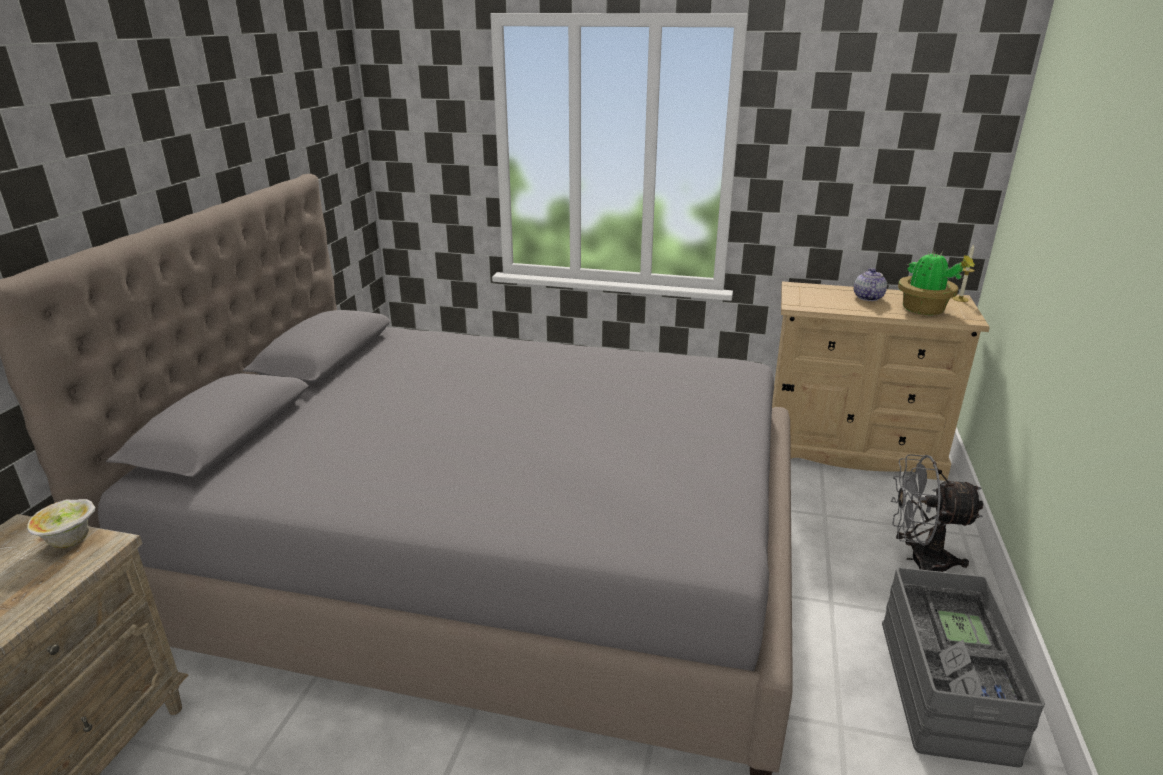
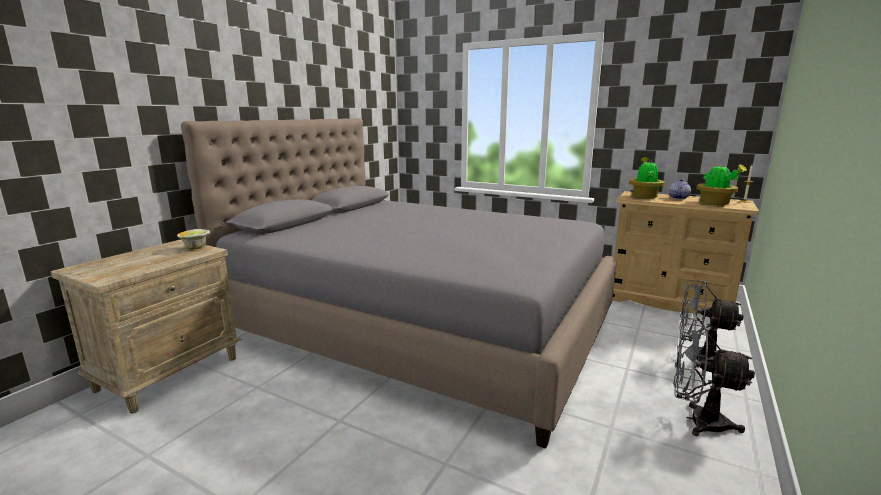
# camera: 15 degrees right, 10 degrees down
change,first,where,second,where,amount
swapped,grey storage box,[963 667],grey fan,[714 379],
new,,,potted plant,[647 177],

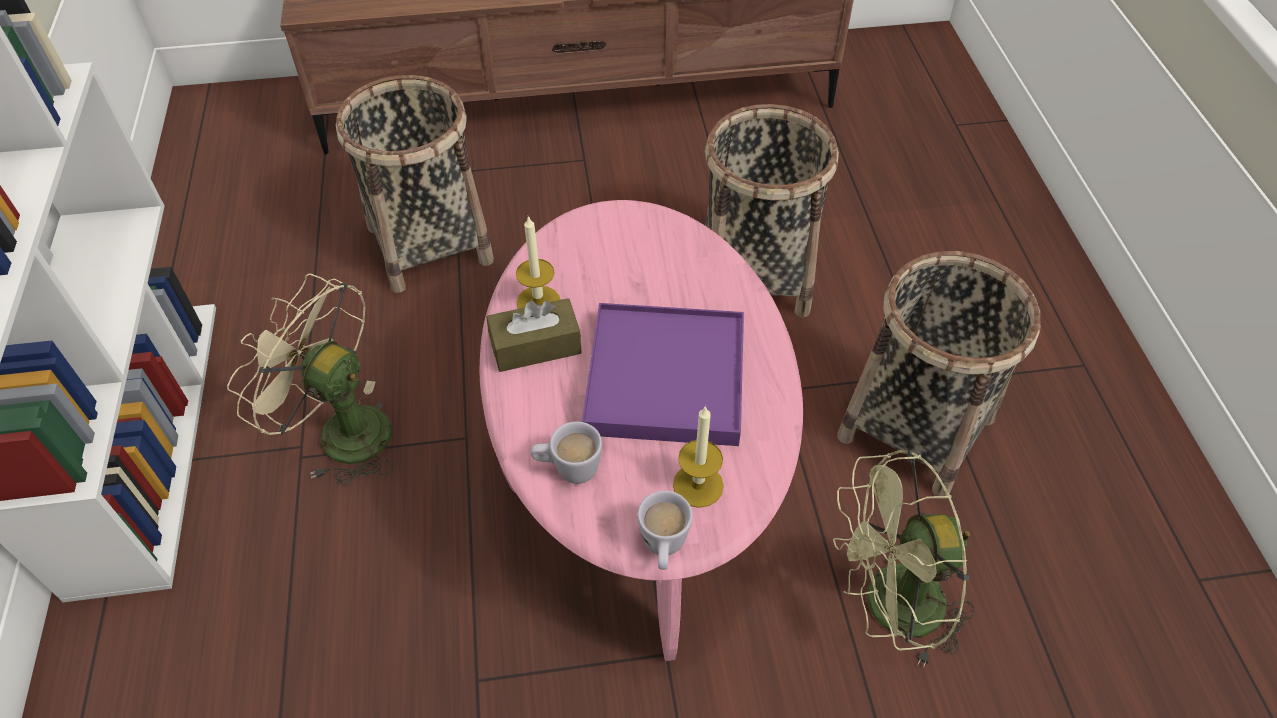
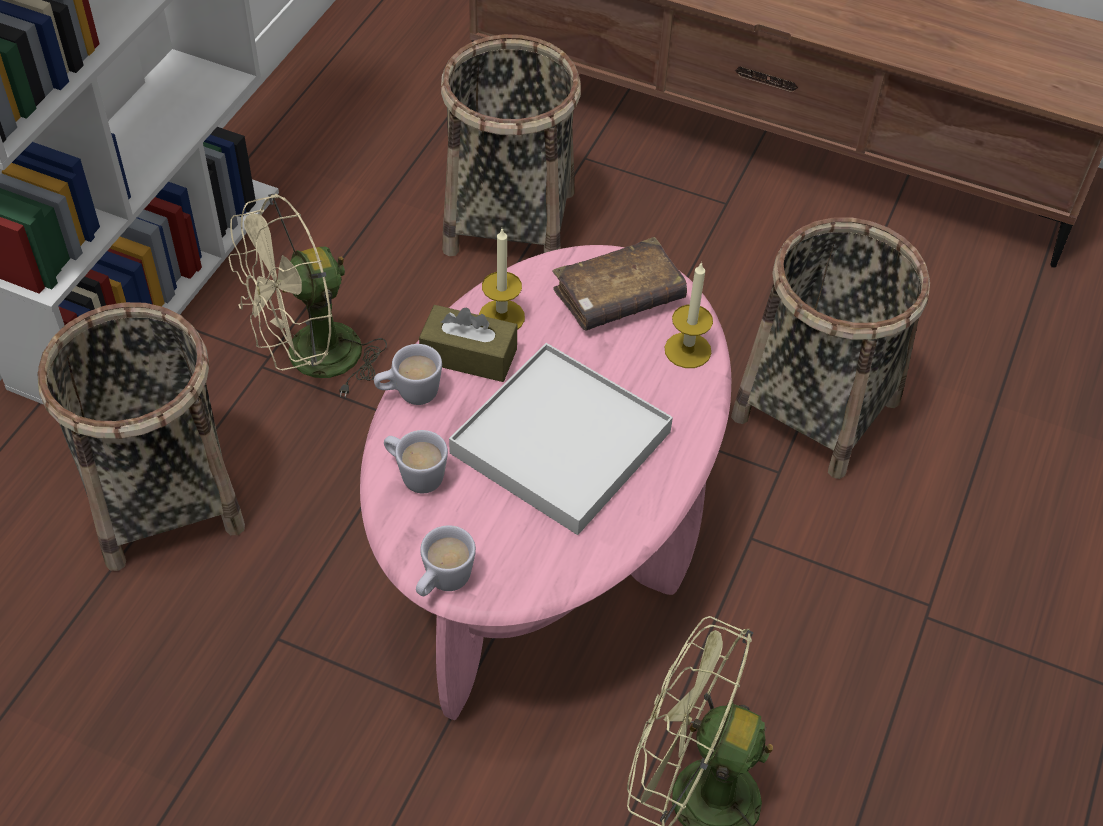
# camera: 30 degrees right, 0 degrees up
change,first,where,second,where,amount
shifted,basket,[938 373],,[141 436],
rotated,beige fan,[310 379],,[307 296],90 degrees counterclockwise
repainted,purple tray,[663 374],white tray,[561 439],
shifted,candle,[698 457],,[689 315],
new,,,brown book,[619 284],
new,,,white mug,[408 374],

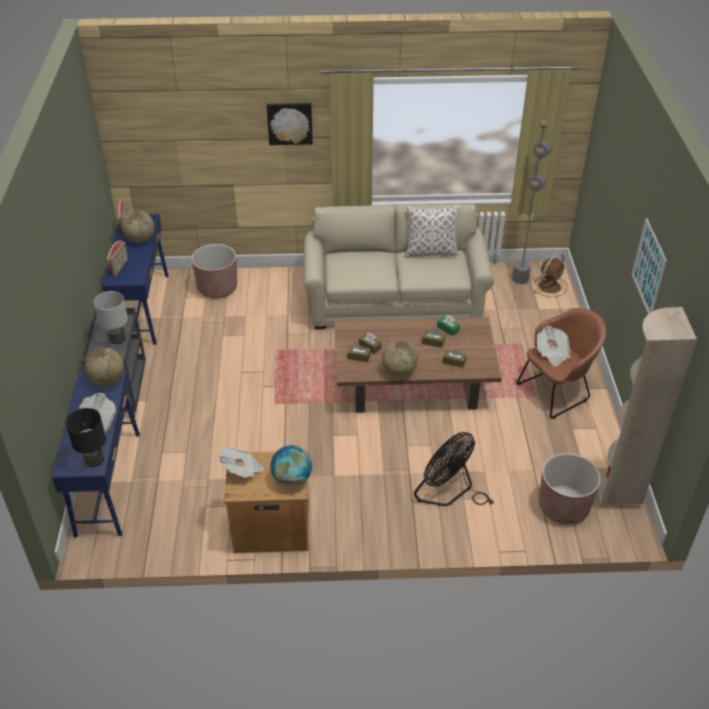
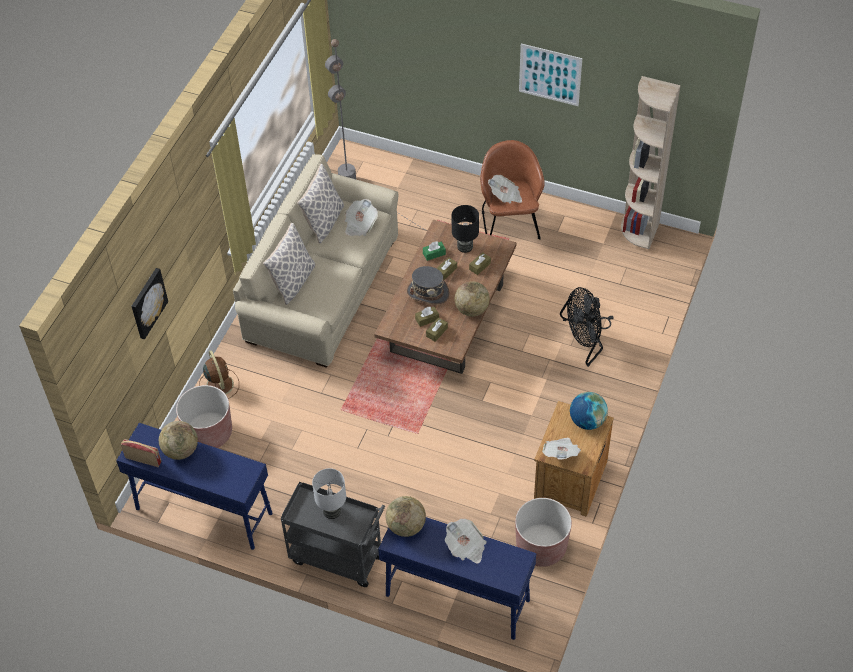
# camera: 65 degrees left, 10 degrees up
change,first,where,second,where,amount
shifted,picture,[290 124],,[150 304],
gone,radio,[117 259],,,
shifted,brown fan,[551 275],,[219 374],
shifted,black table lamp,[86 437],,[465 229],
shifted,brown planter,[570 488],,[543 532],
new,,,newspaper,[361 217],
new,,,pillow,[289 263],
new,,,grey hat,[428 285],

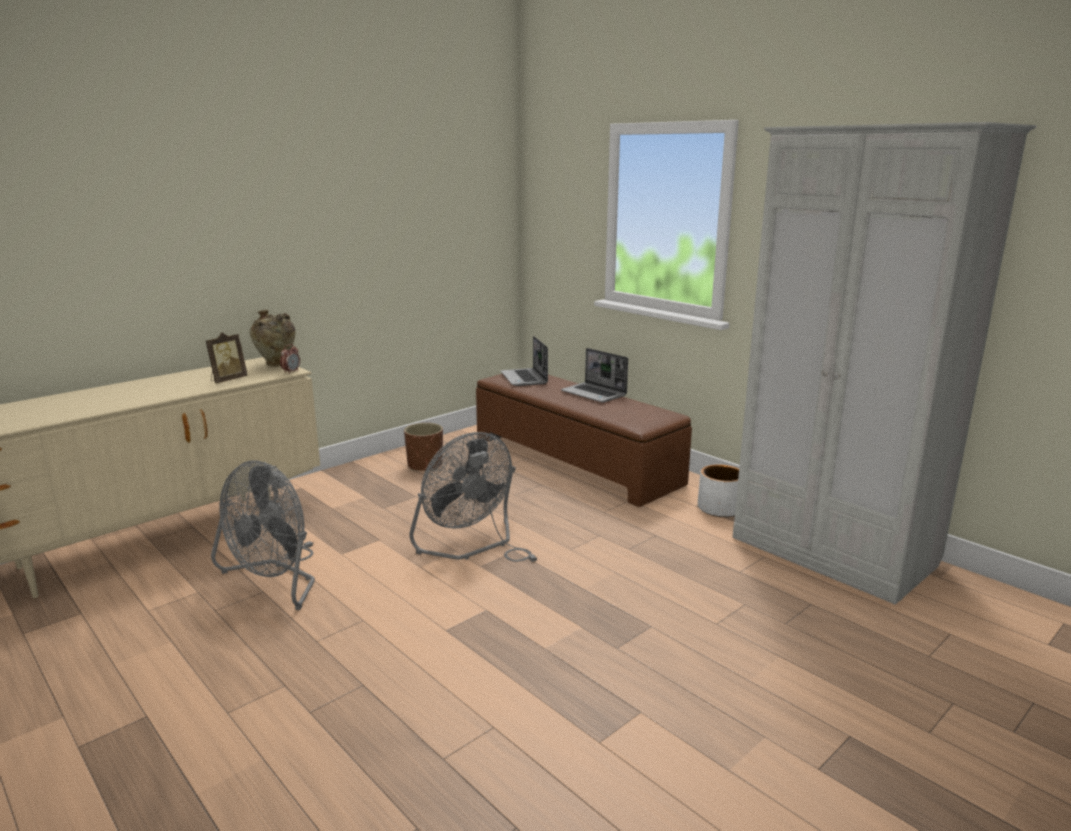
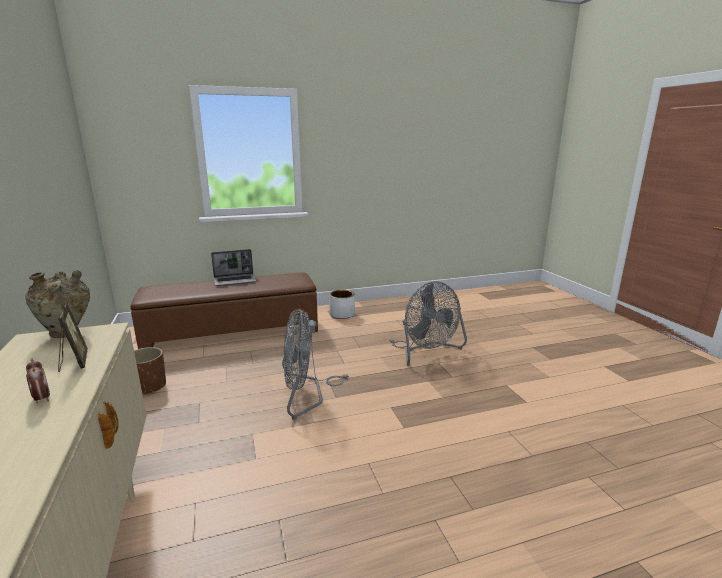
# camera: 65 degrees left, 0 degrees up
change,first,where,second,where,amount
gone,white wardrobe,[884 363],,,
gone,laptop,[524 361],,,
shifted,alarm clock,[290 359],,[38 381],
shifted,grey fan,[263 535],,[428 323],

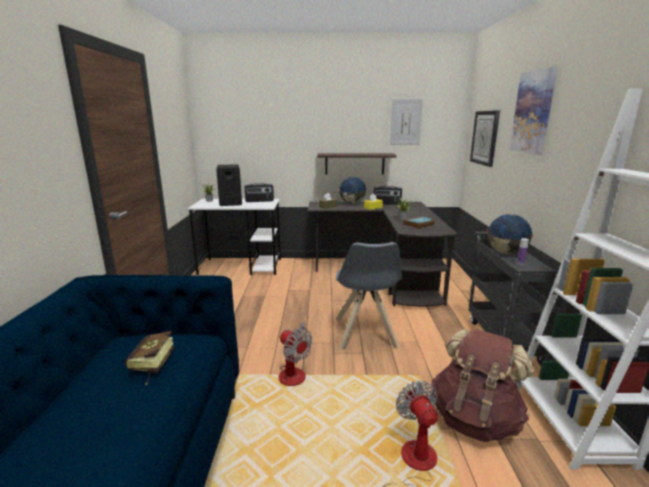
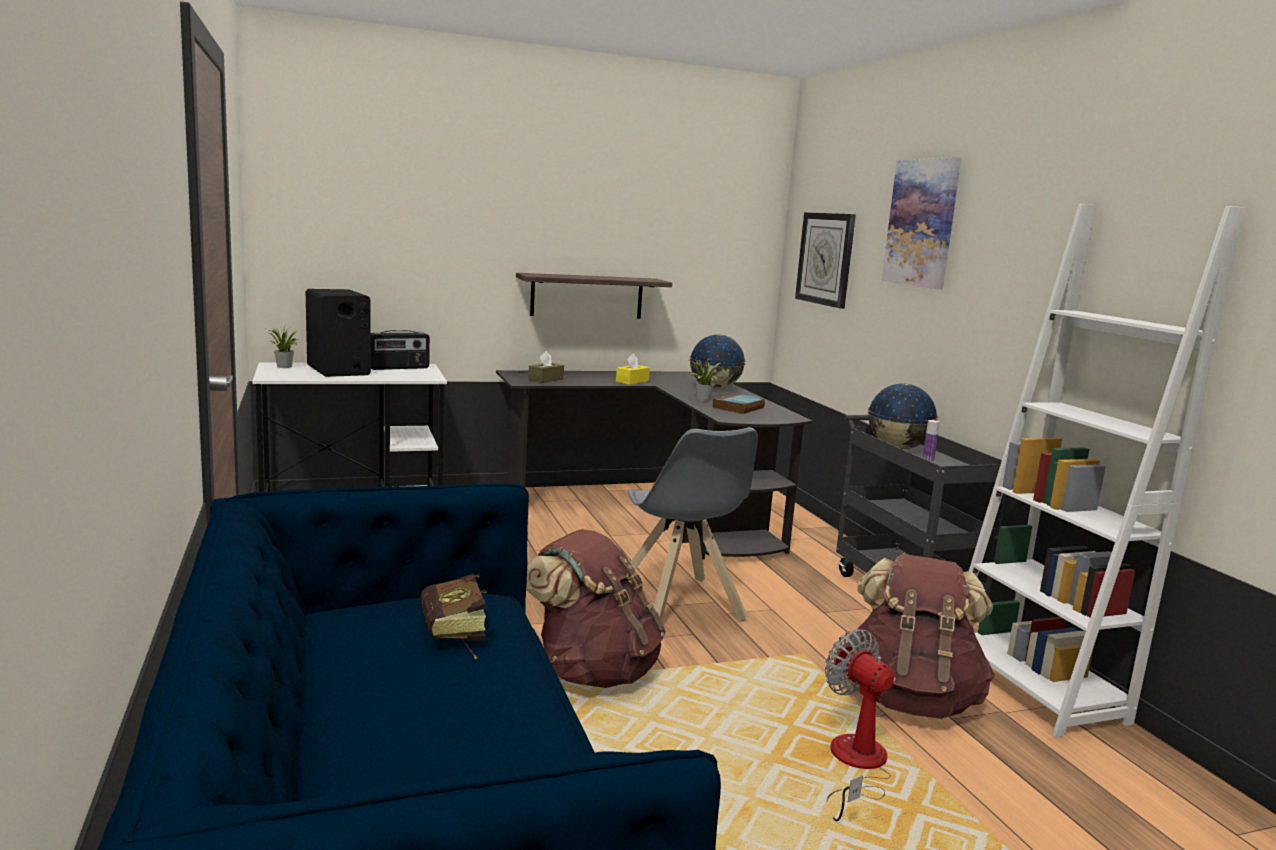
# camera: 20 degrees left, 5 degrees down
change,first,where,second,where,amount
gone,picture,[406 122],,,
shifted,globe,[353 190],,[717 362],
gone,radio,[388 195],,,
swapped,fan,[295 353],brown backpack,[596 608],

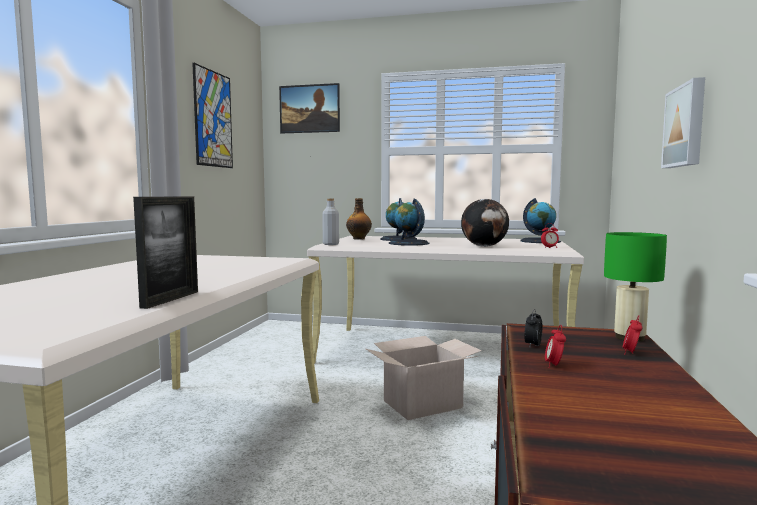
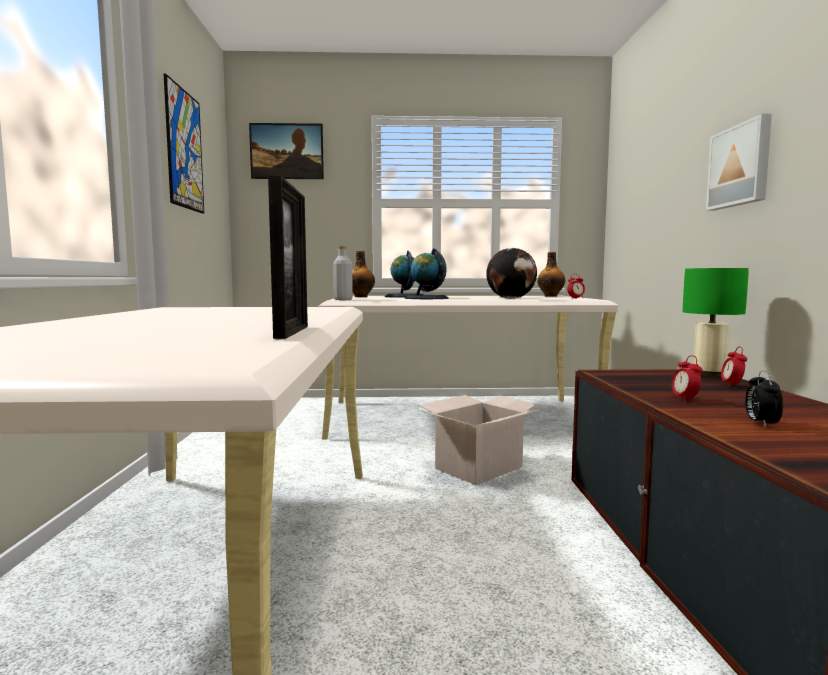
# camera: 15 degrees left, 0 degrees up
change,first,where,second,where,amount
swapped,globe,[540 220],bottle,[551 274],
shifted,alarm clock,[533 328],,[764 399],

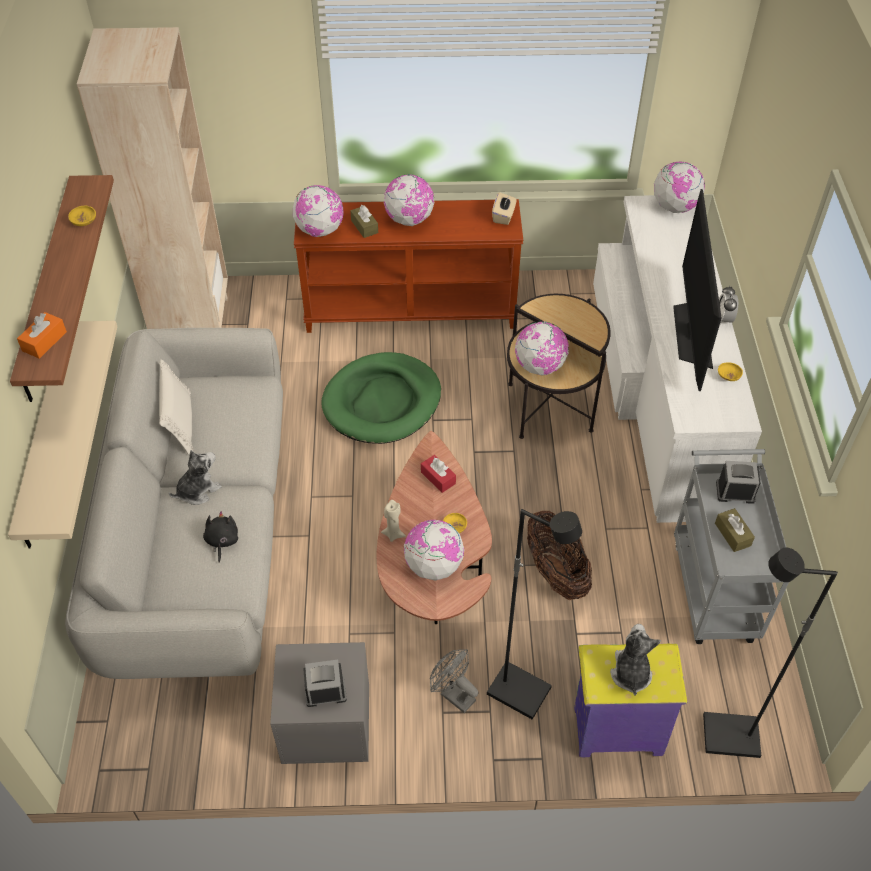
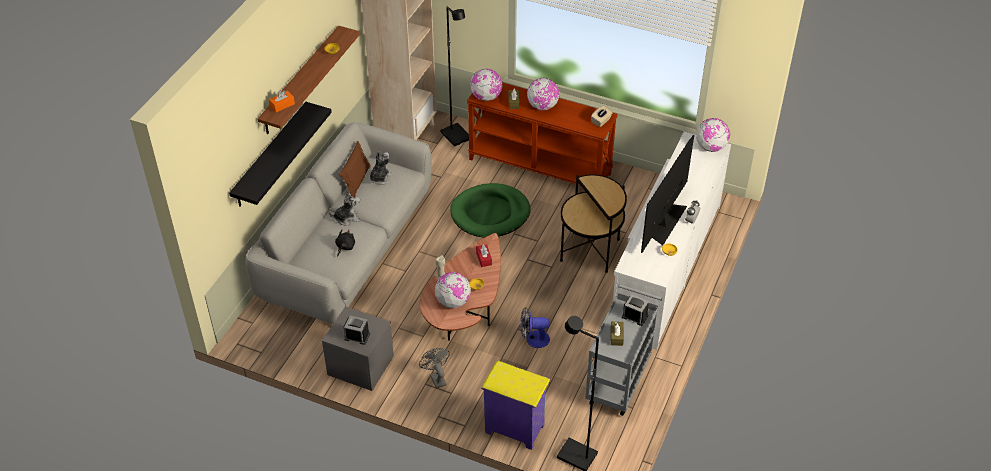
# camera: 25 degrees right, 5 degrees down
change,first,where,second,where,amount
repainted,beige shelf,[62 434],black shelf,[280 154],
gone,globe,[542 348],,,
repainted,white pillow,[176 407],brown pillow,[355 169],
shifted,black floor lamp,[534 614],,[455 76],
swapped,basket,[559 555],fan,[535 327],
shifted,plush toy,[635 660],,[381 168],

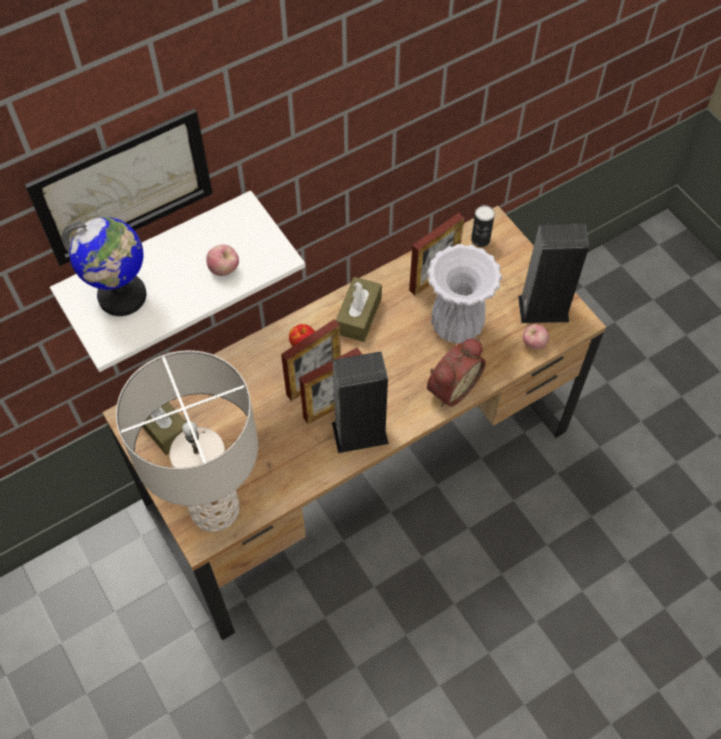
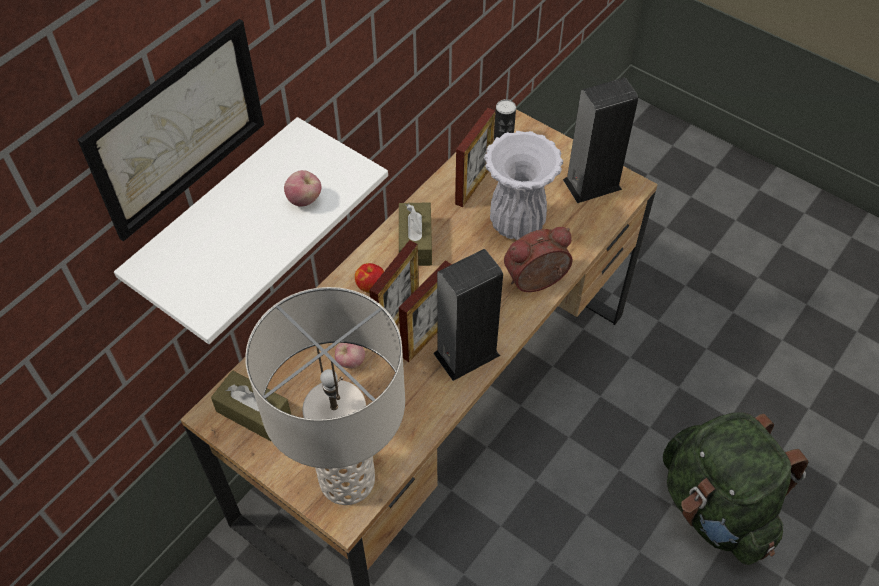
# camera: 20 degrees left, 5 degrees down
change,first,where,second,where,amount
gone,globe,[104 266],,,
shifted,apple,[536 337],,[350 355],
rotated,alarm clock,[456 372],,[538 259],135 degrees counterclockwise
new,,,green backpack,[736 488],

